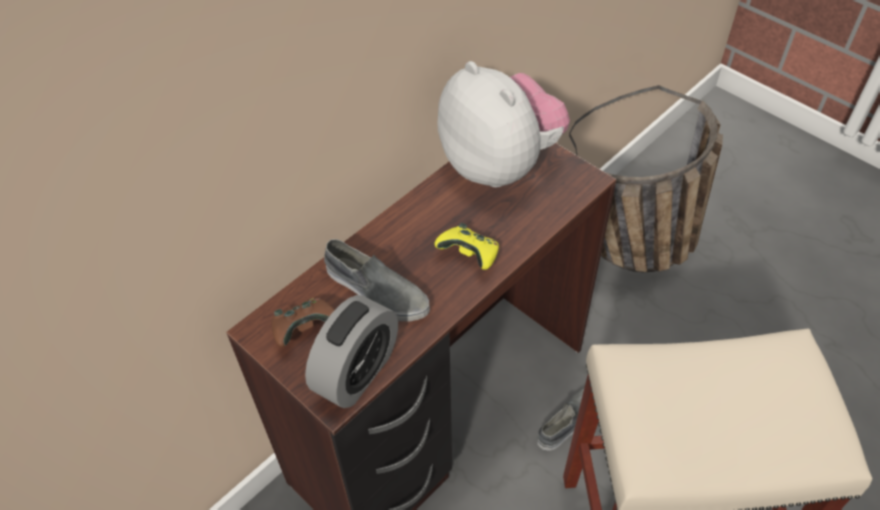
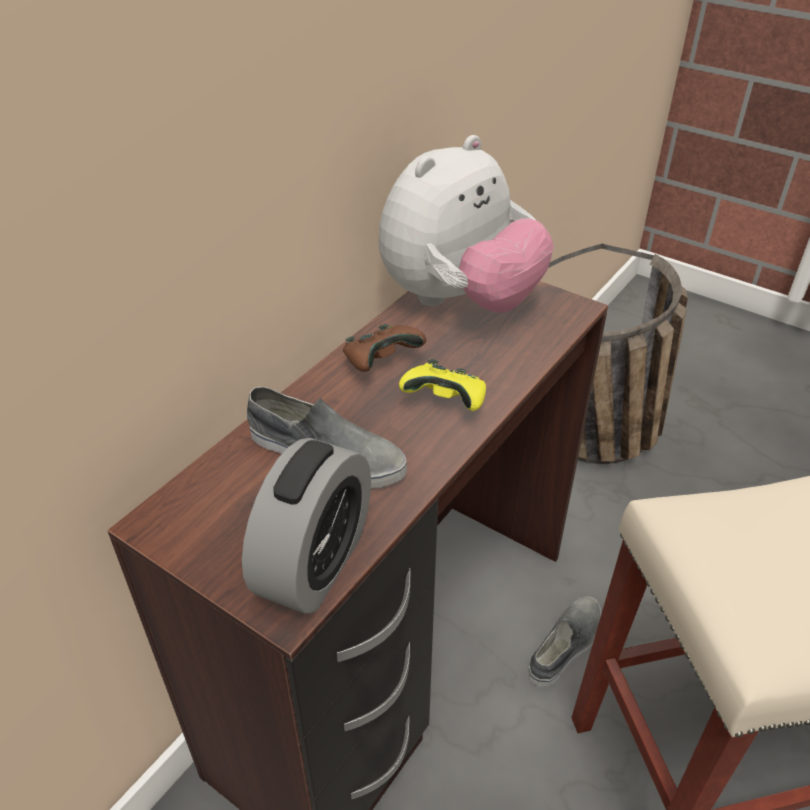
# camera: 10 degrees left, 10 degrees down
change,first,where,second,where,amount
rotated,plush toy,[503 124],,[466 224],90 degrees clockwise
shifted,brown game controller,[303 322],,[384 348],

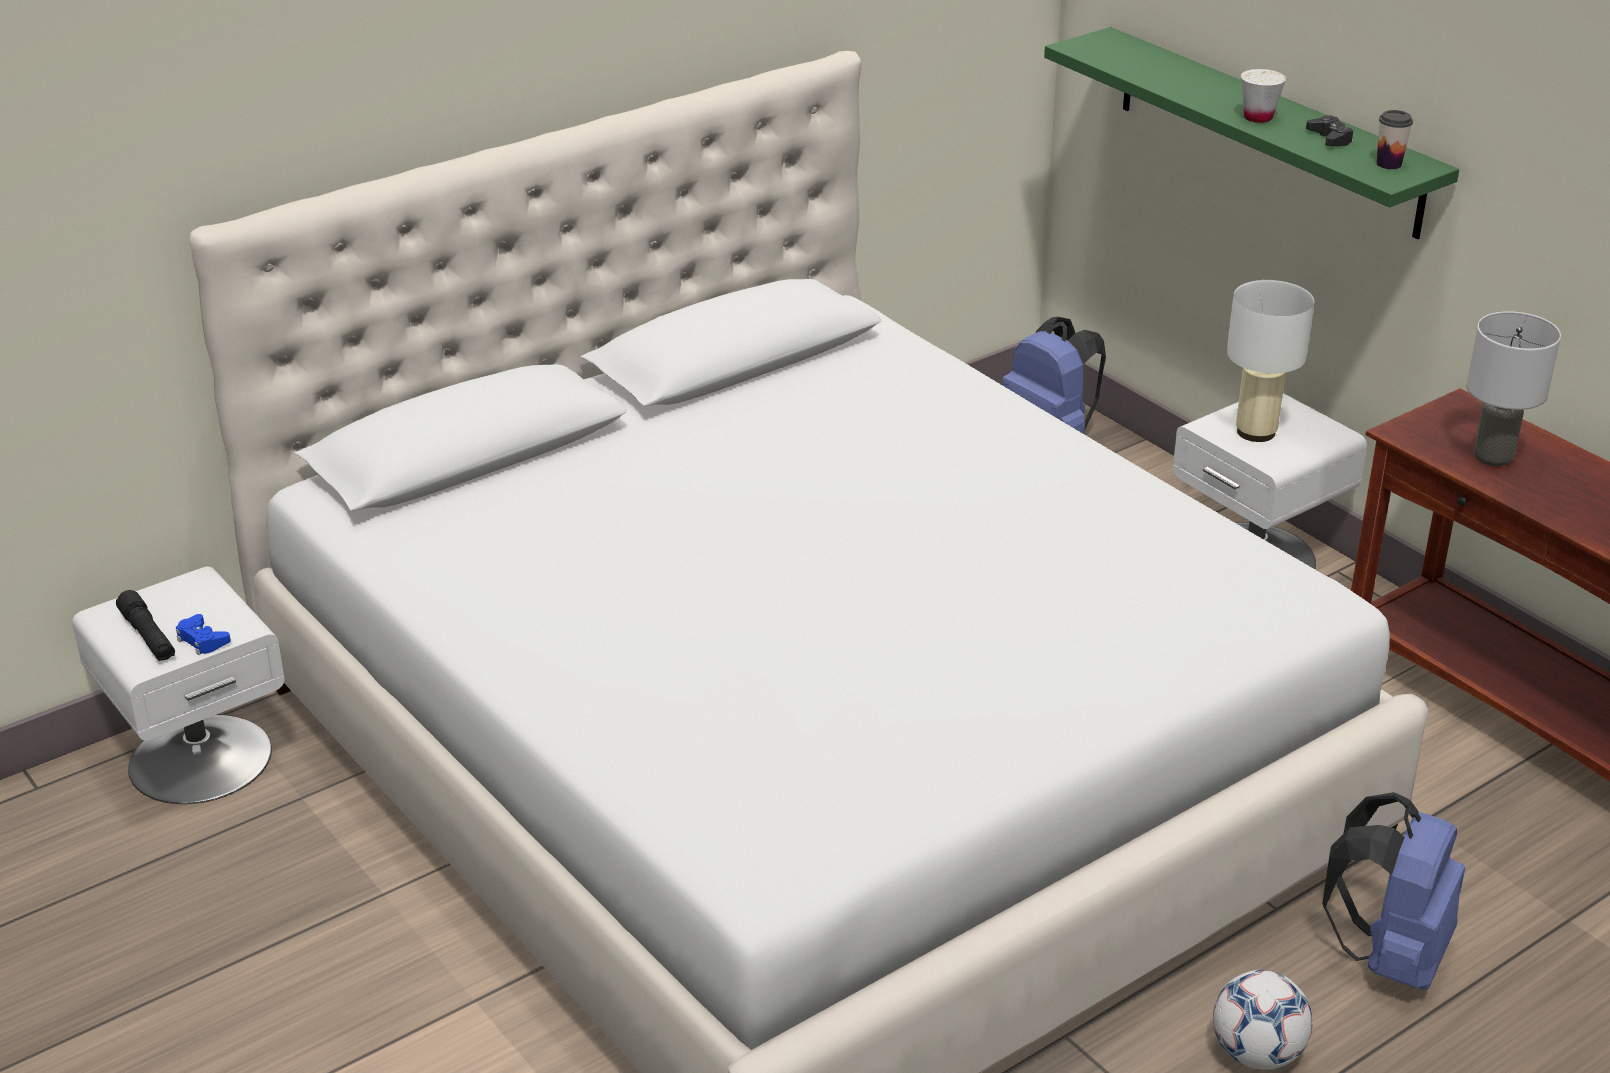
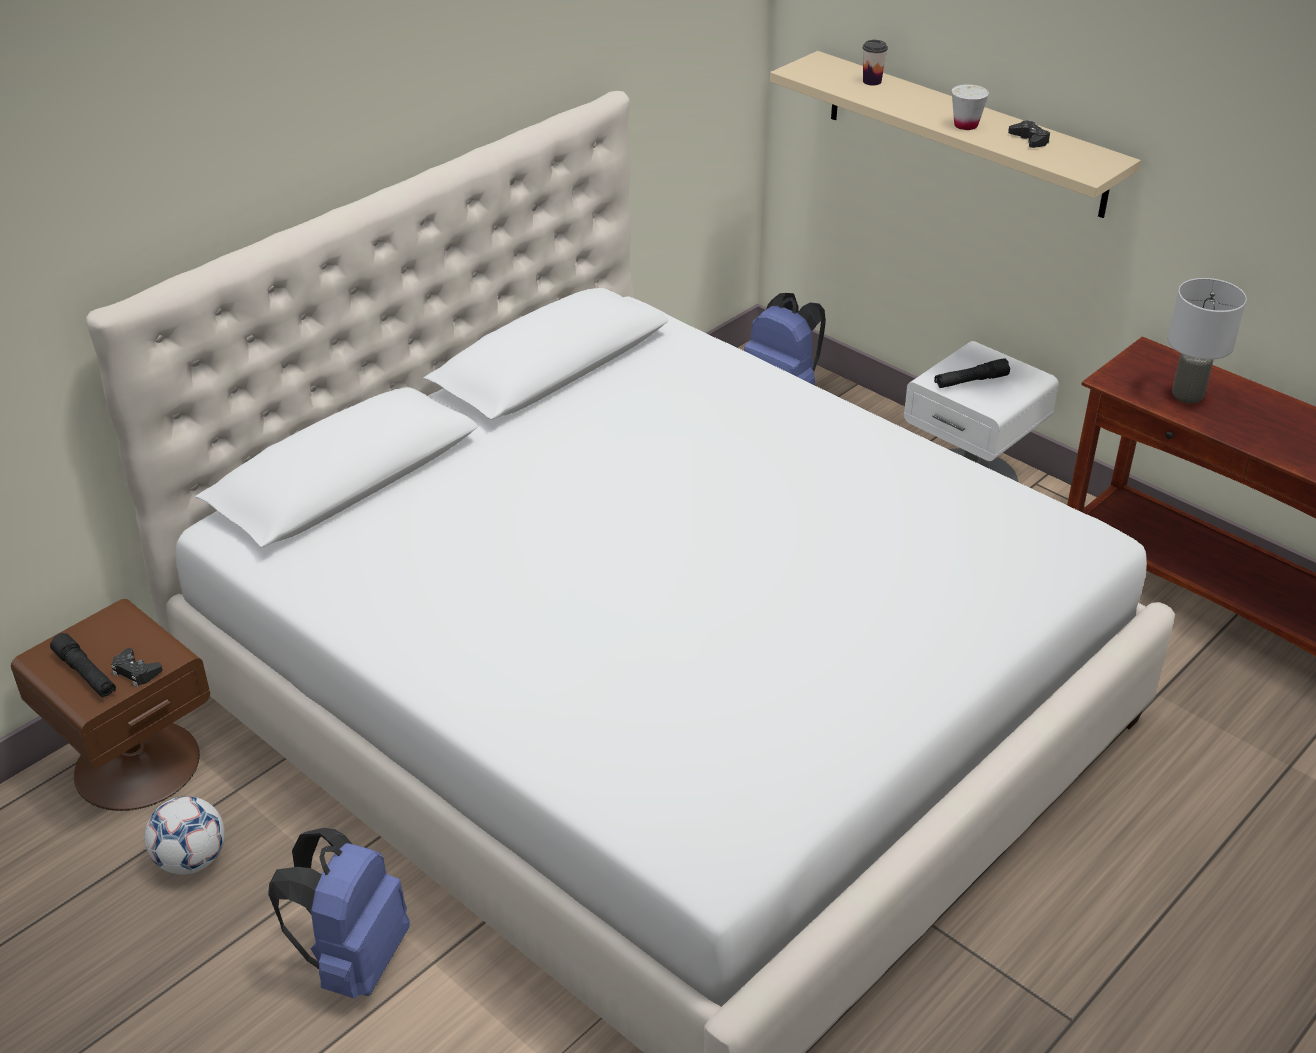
# camera: 10 degrees left, 5 degrees up
change,first,where,second,where,amount
repainted,green shelf,[1251 133],beige shelf,[955 134],
shifted,cup,[1395 139],,[875 62],
swapped,white table lamp,[1270 361],black flashlight,[972 373],
repainted,white nightstand,[178 685],brown nightstand,[110 705],
repainted,blue game controller,[203 634],black game controller,[137 667],
shifted,blue backpack,[1394 891],,[339 913],
shifted,football,[1263 1020],,[184 835],

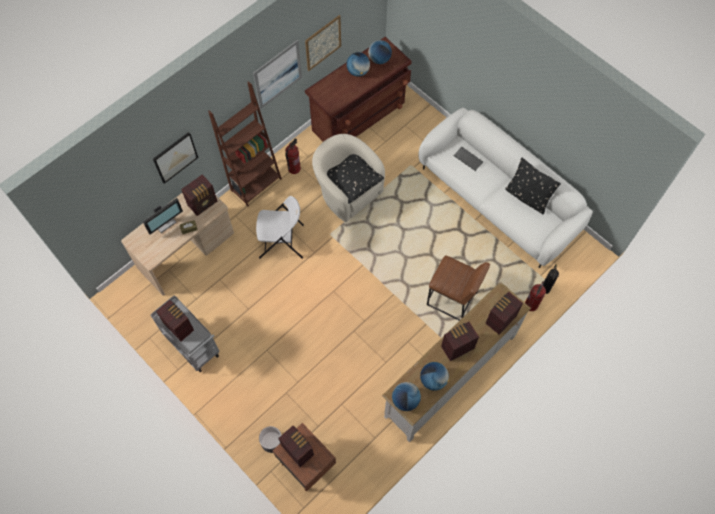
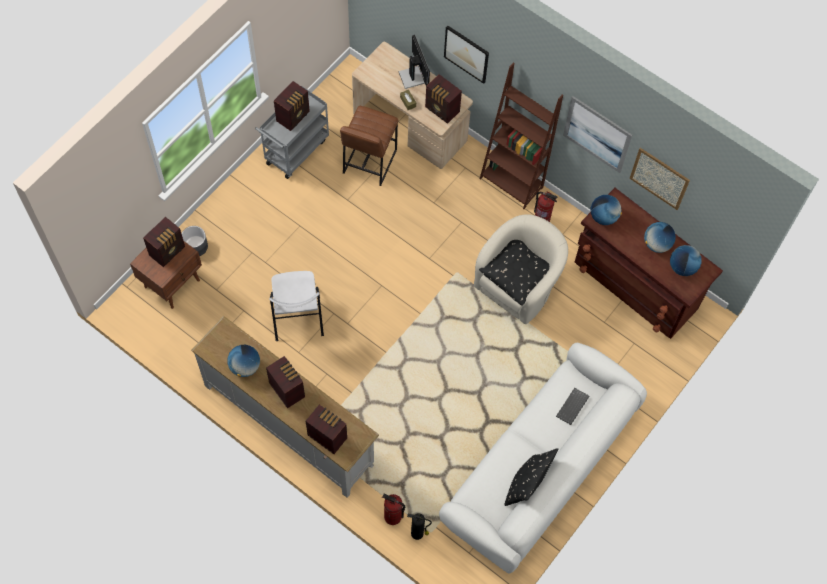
# camera: 80 degrees right, 0 degrees up
change,first,where,second,where,amount
shifted,white chair,[280 227],,[296 306],
rotated,monitor,[163 216],,[414 62],150 degrees counterclockwise
shifted,brown chair,[458 288],,[369 146],
shifted,globe,[406 396],,[606 210],

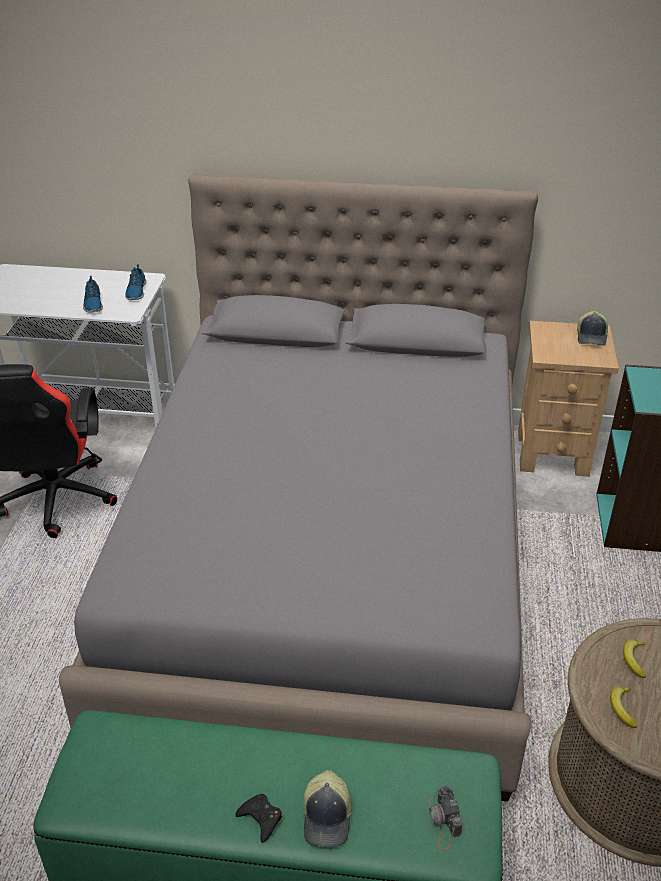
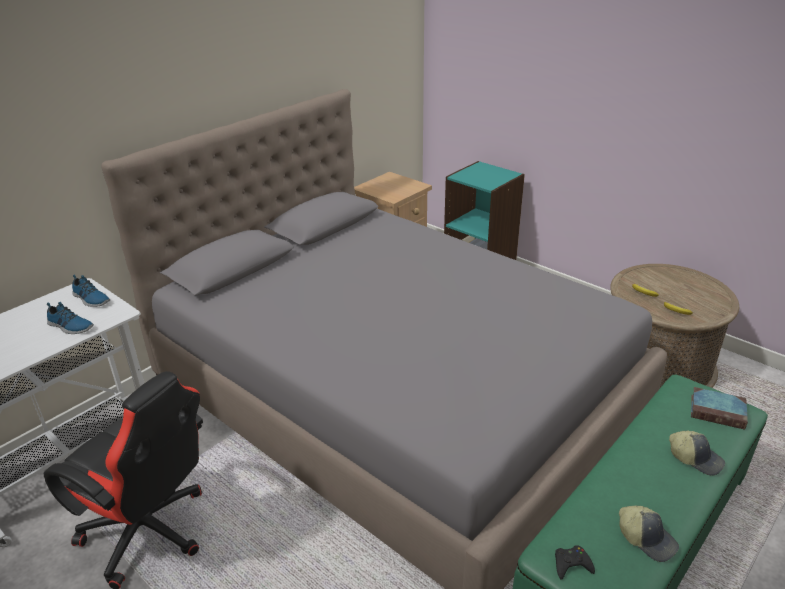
# camera: 55 degrees left, 5 degrees down
change,first,where,second,where,amount
shifted,cap,[592 328],,[649 533],
swapped,photo camera,[445 817],book,[719 408],
shifted,black game controller,[258 818],,[575 562],

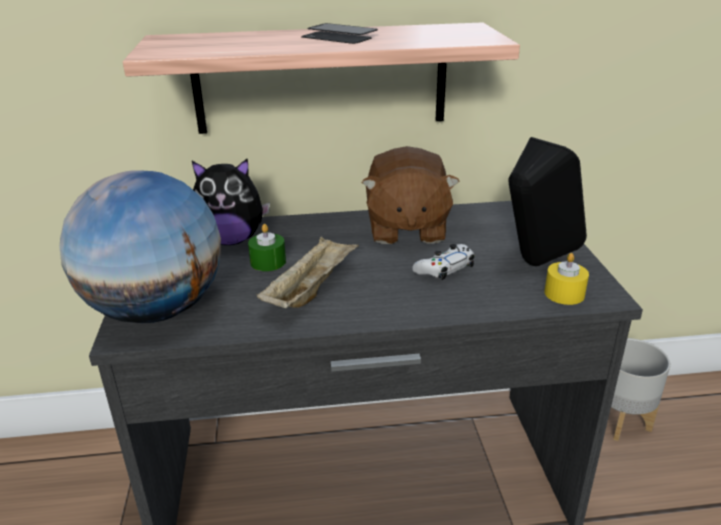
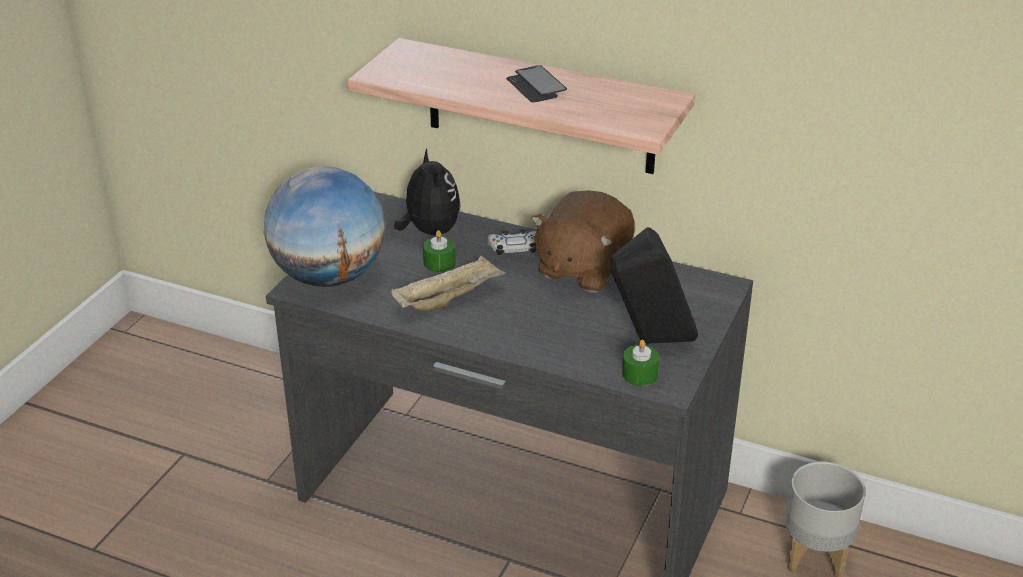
# camera: 30 degrees right, 5 degrees up
change,first,where,second,where,amount
rotated,plush toy,[231 201],,[427 191],135 degrees counterclockwise
shifted,white game controller,[443 262],,[511 242],
repainted,yellow candle,[566 279],green candle,[641 363],

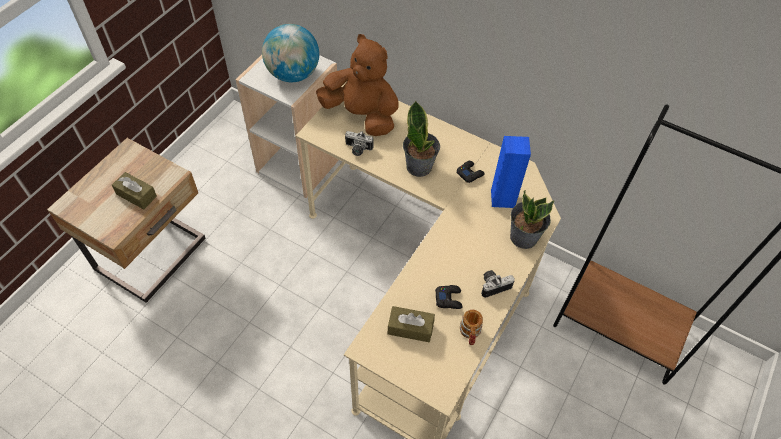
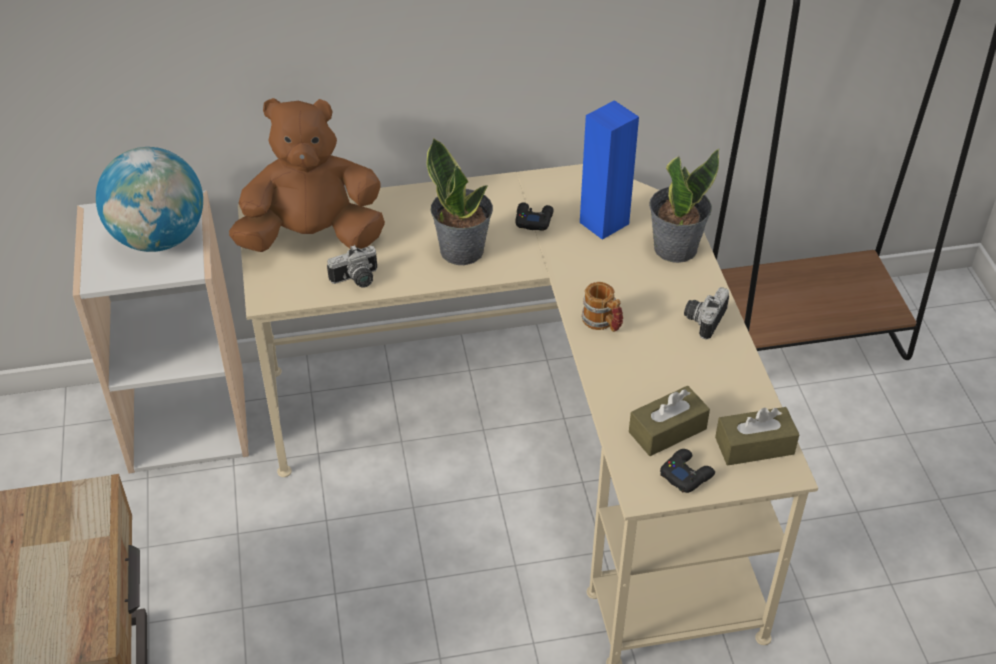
# camera: 40 degrees left, 10 degrees down
change,first,where,second,where,amount
shifted,brown tissue box,[134 190],,[757 436],
shifted,black game controller,[448 297],,[687 471],
shifted,mug,[471 327],,[602 307],

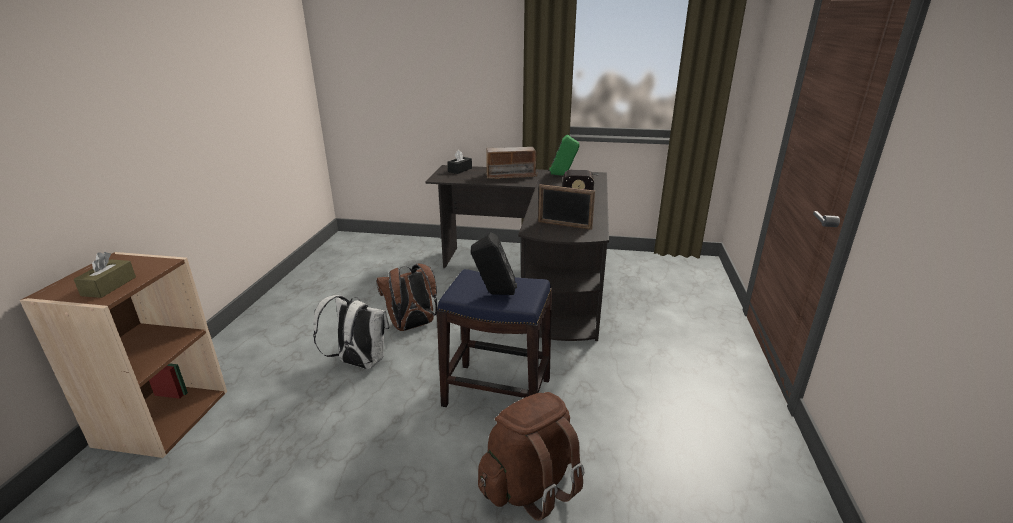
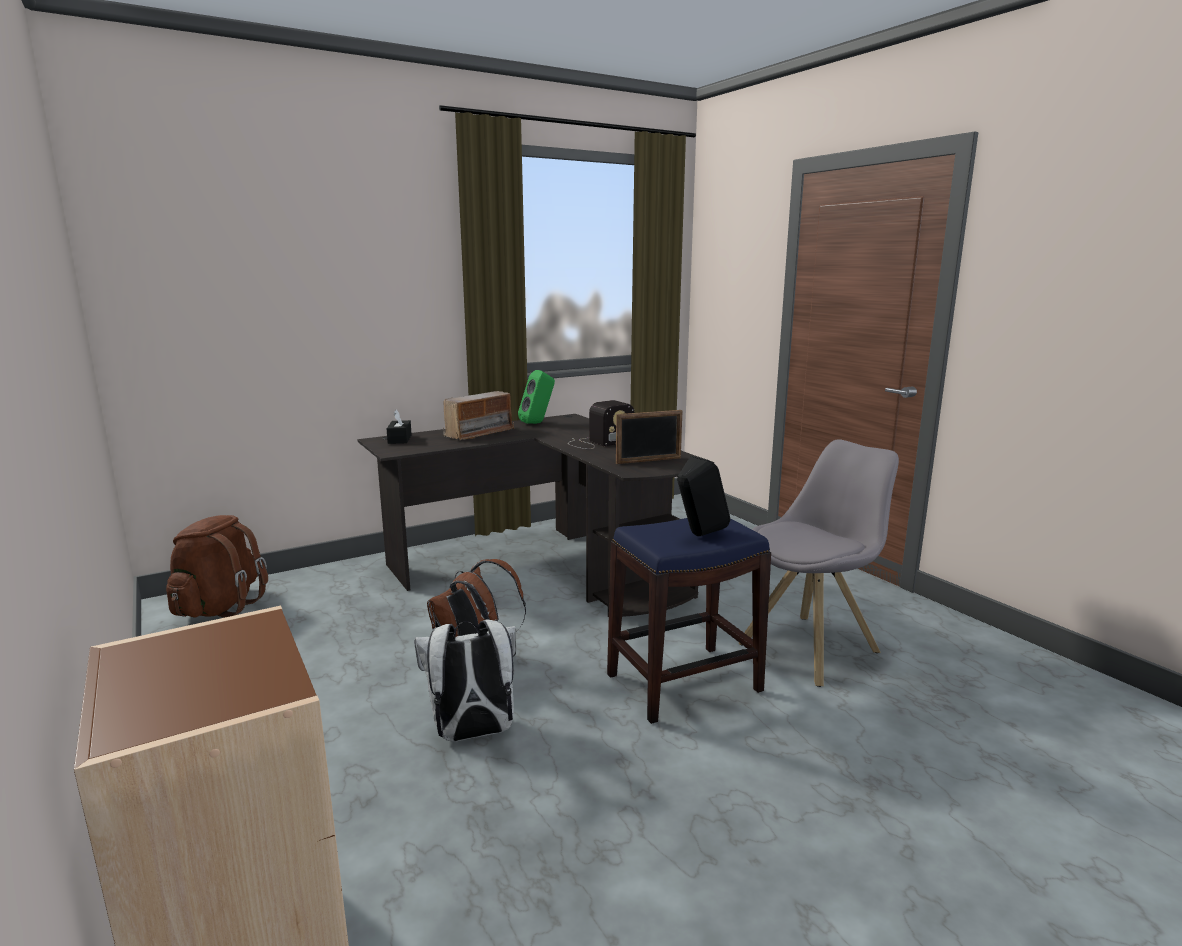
# camera: 40 degrees left, 10 degrees down
change,first,where,second,where,amount
gone,brown tissue box,[104 275],,,
shifted,brown backpack,[531 456],,[217 566],
new,,,grey chair,[819 563],

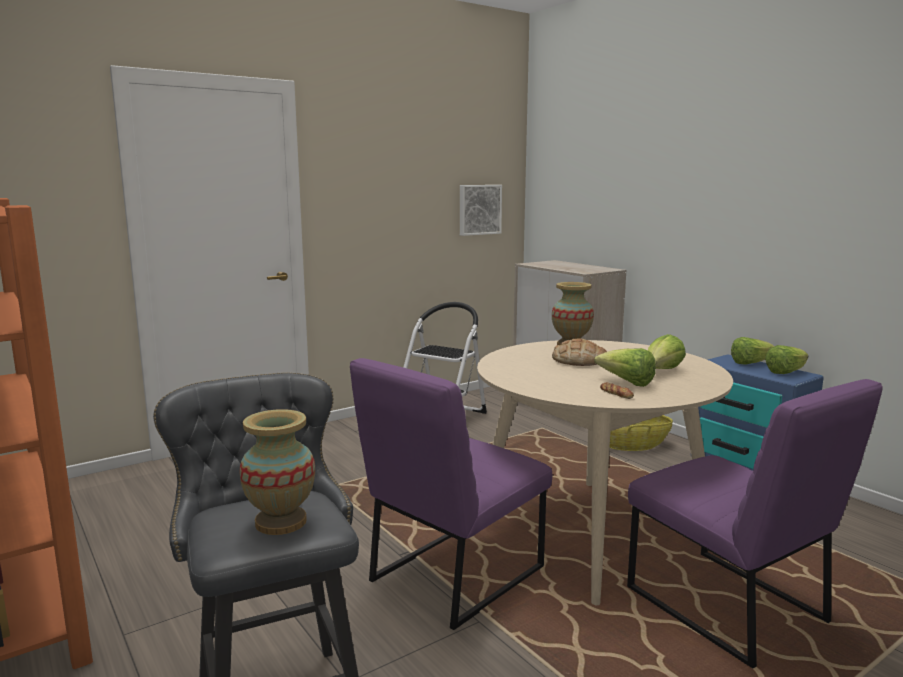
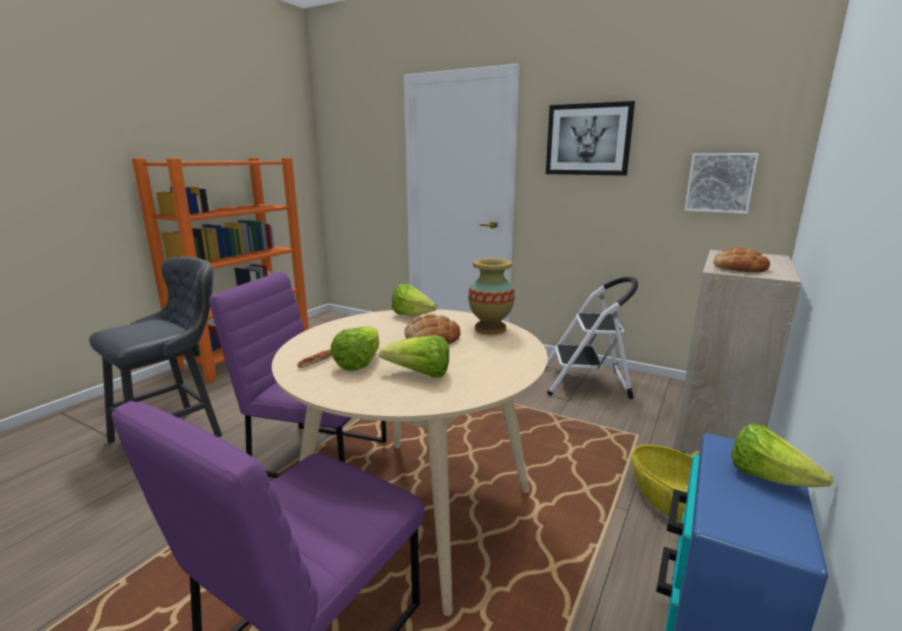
# camera: 65 degrees right, 5 degrees up
change,first,where,second,where,amount
shifted,lettuce,[786 359],,[414 300],
gone,vase,[277 472],,,
new,,,picture,[590 138],
new,,,bread,[742 259],

